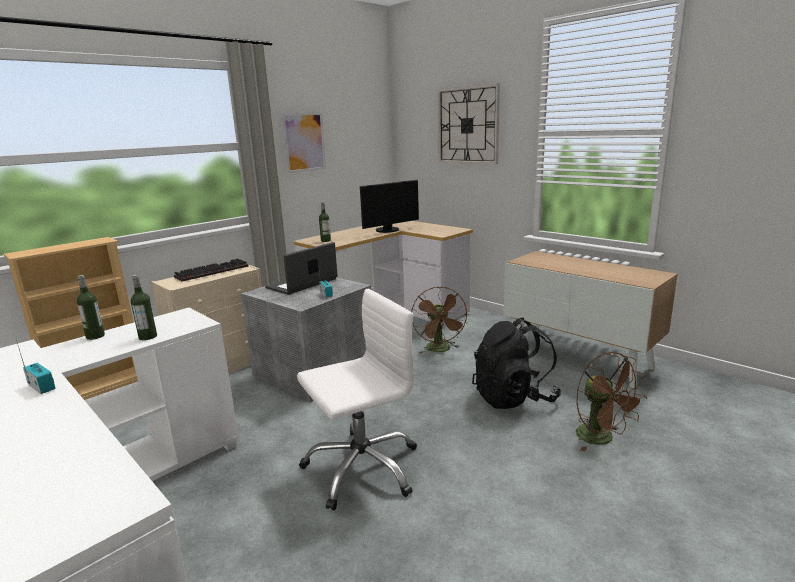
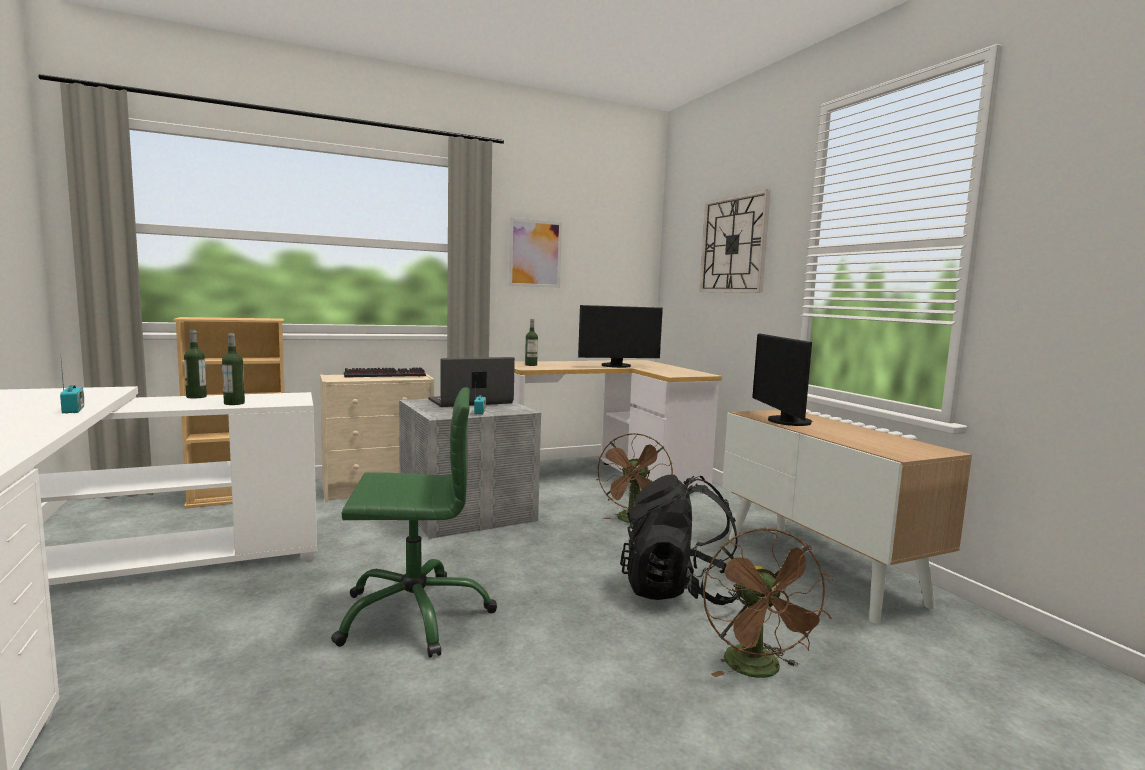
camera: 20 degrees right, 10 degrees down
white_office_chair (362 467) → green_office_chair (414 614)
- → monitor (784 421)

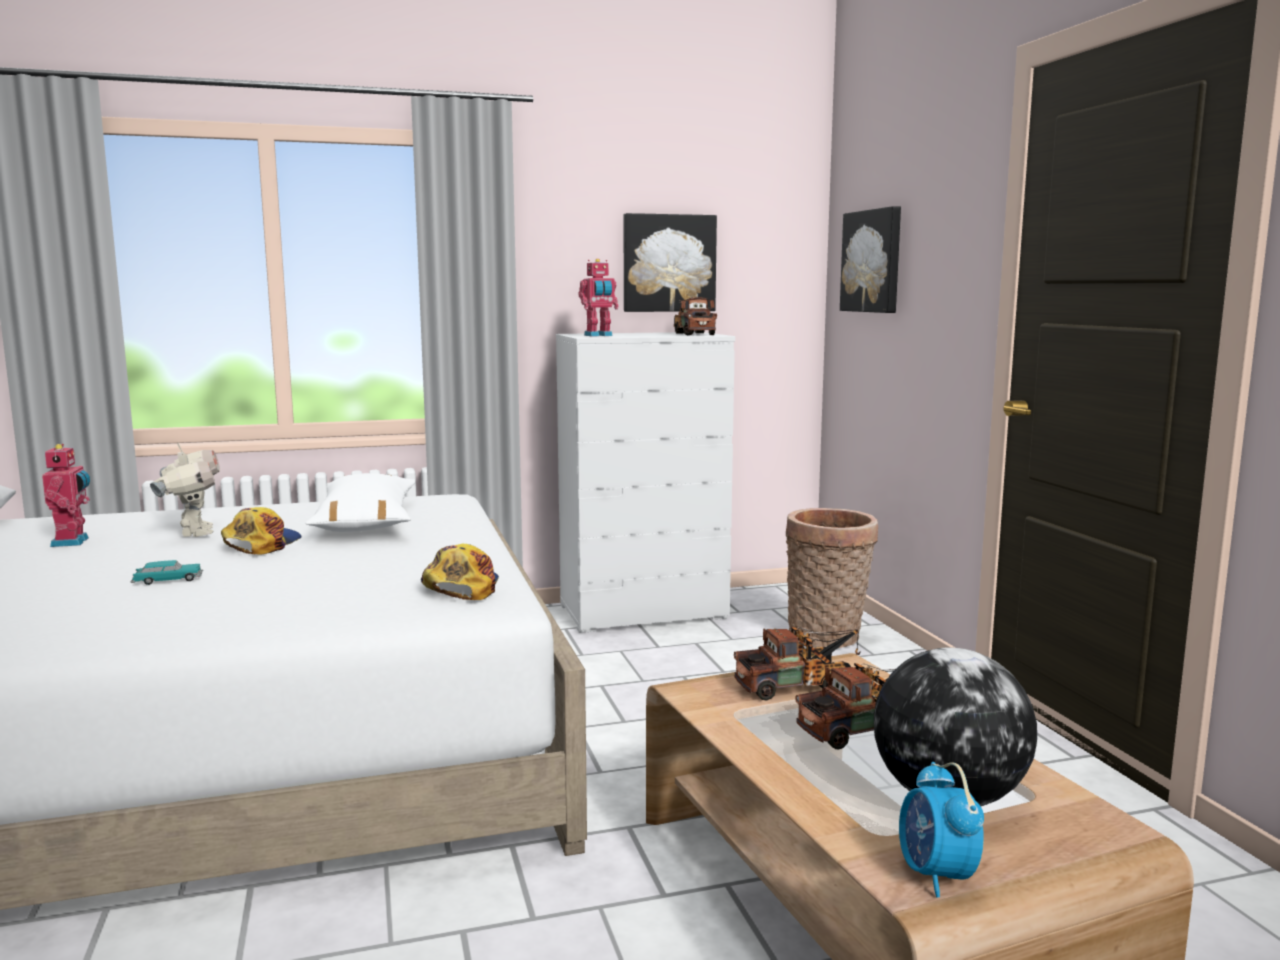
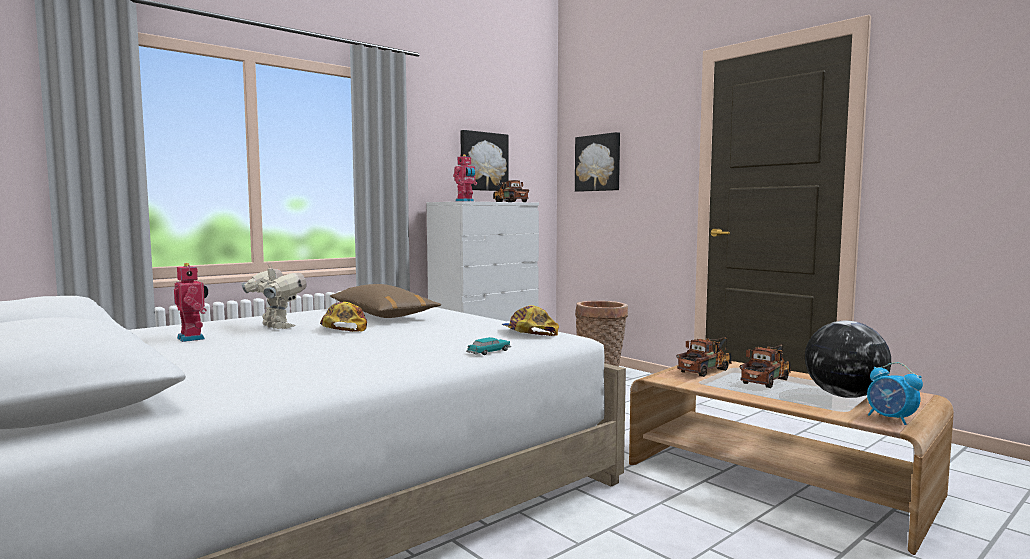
camera: 25 degrees left, 5 degrees down
toy_car (168 580) → toy_car (489 352), relocated
white_pillow (366 522) → brown_pillow (382 314)

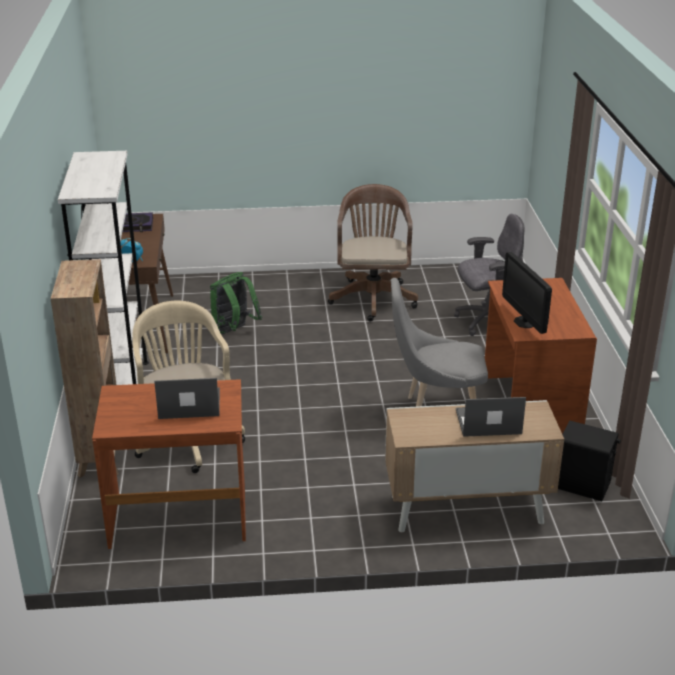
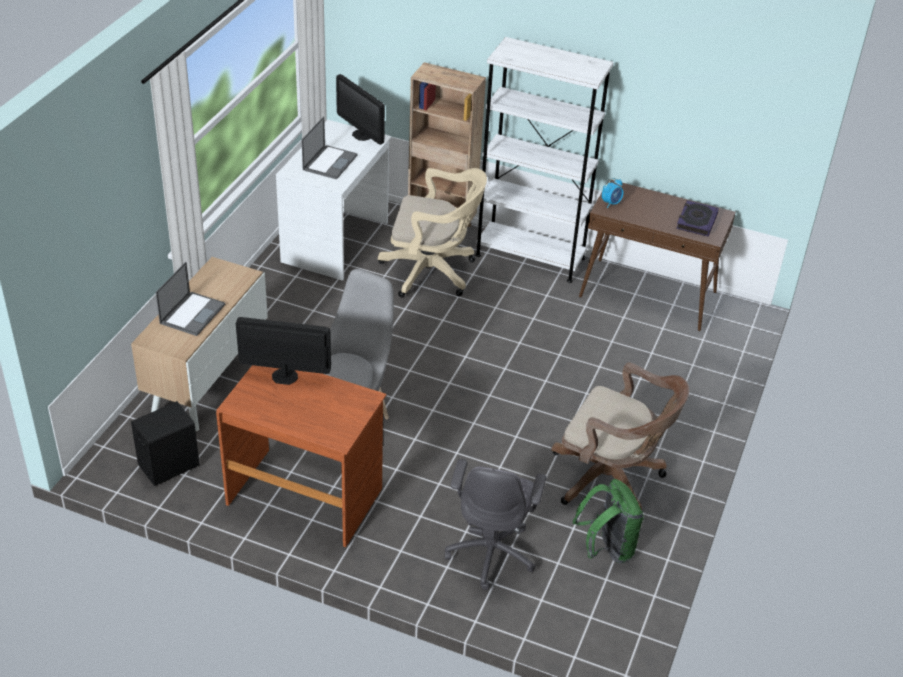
camera: 115 degrees right, 10 degrees up
brown_desk (179 515) → white_desk (336 242)
green_backpack (234 331) → green_backpack (606 548), relocated
- → monitor (362 135)

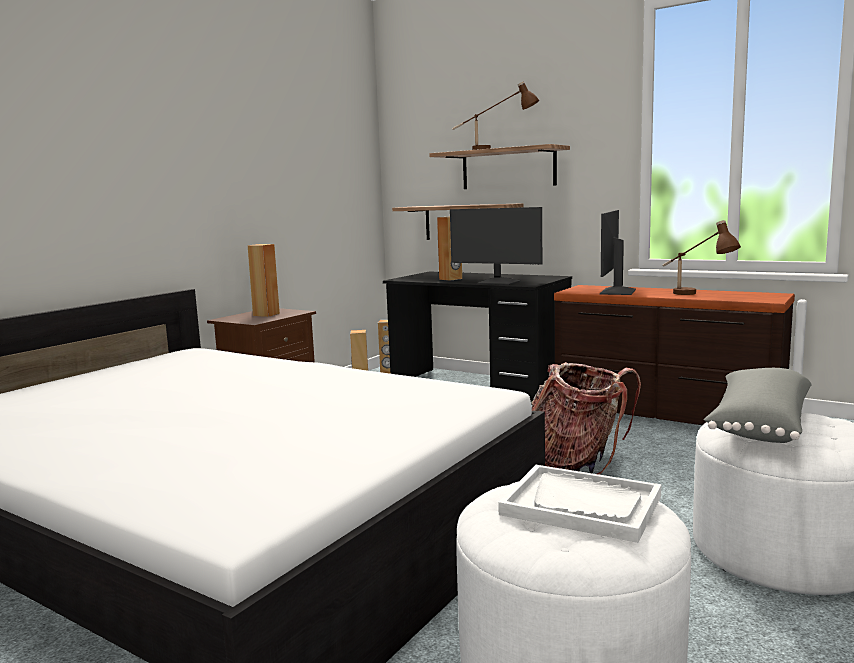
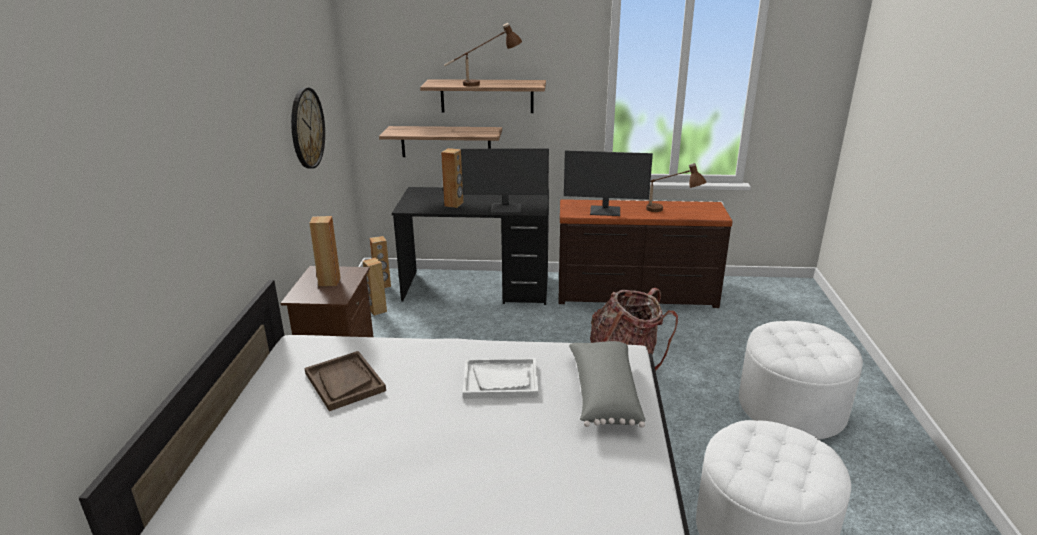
camera: 30 degrees left, 15 degrees up
white_tray (582 505) → white_tray (501 380), relocated
monitor (616 292) → monitor (605 211), 75 degrees counterclockwise
grey_pillow (758 425) → grey_pillow (603 395), relocated
- → wall_clock (307 128)
- → brown_tray (344 382)

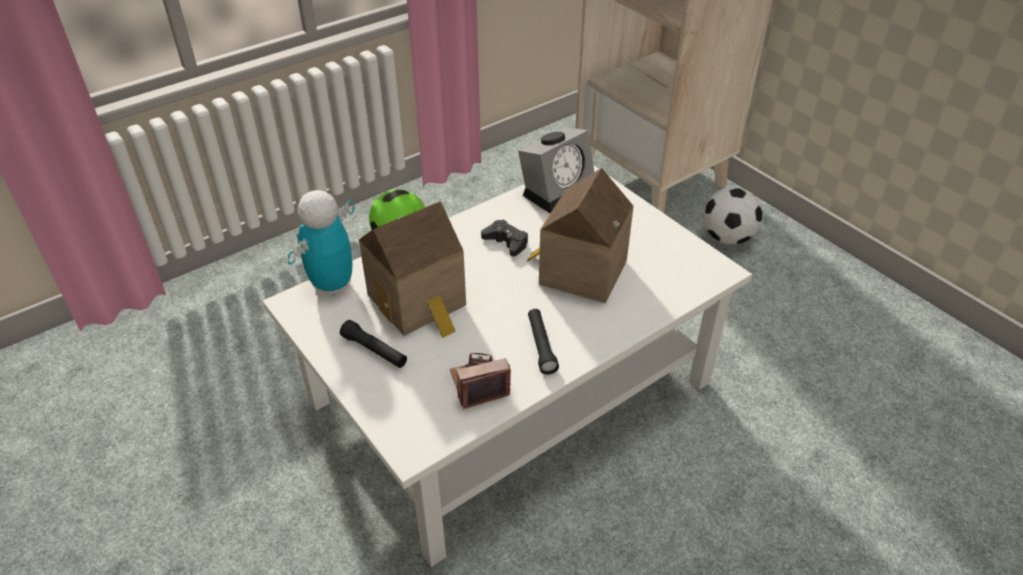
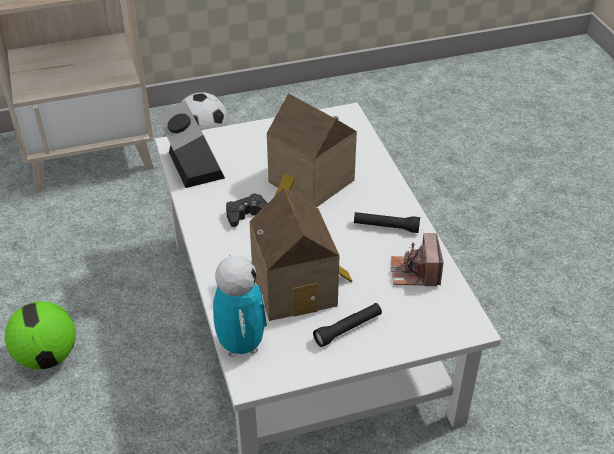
camera: 70 degrees left, 0 degrees up
toy_robot (332 285) → toy_robot (241 345), 150 degrees counterclockwise

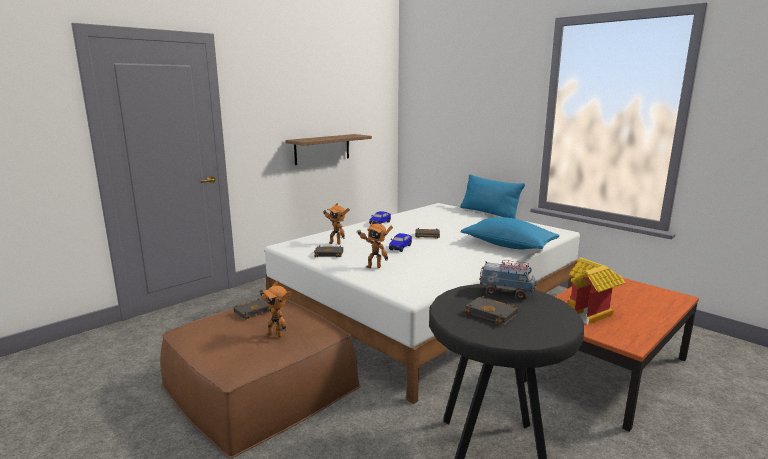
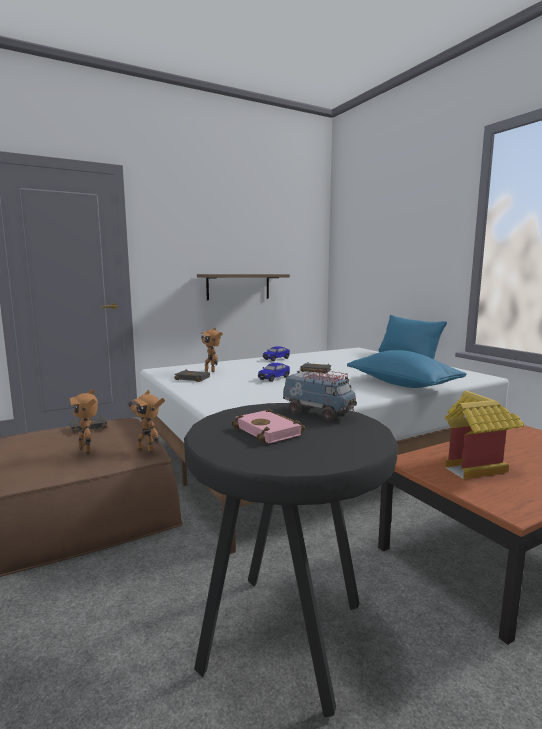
camera: 15 degrees right, 5 degrees down
toy_robot (373 266) → toy_robot (146 449), relocated
black_book (493 314) → pink_book (271 432)

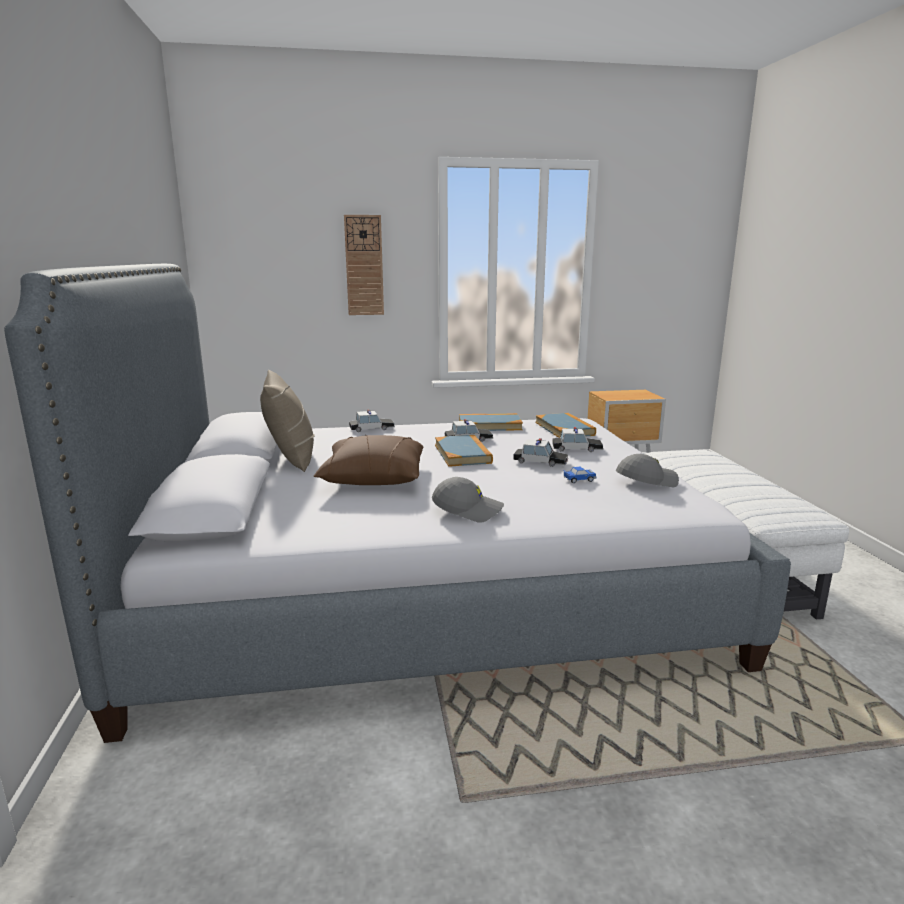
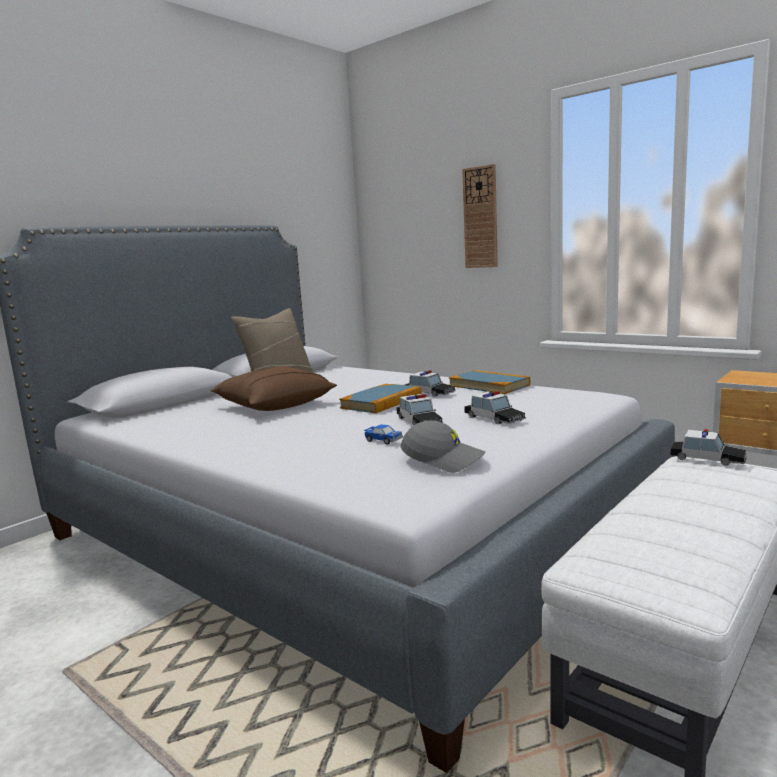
camera: 50 degrees right, 5 degrees down
toy_car (372 428) → toy_car (707 459), relocated
grey_cap (468 510) → -
book (564 428) → -

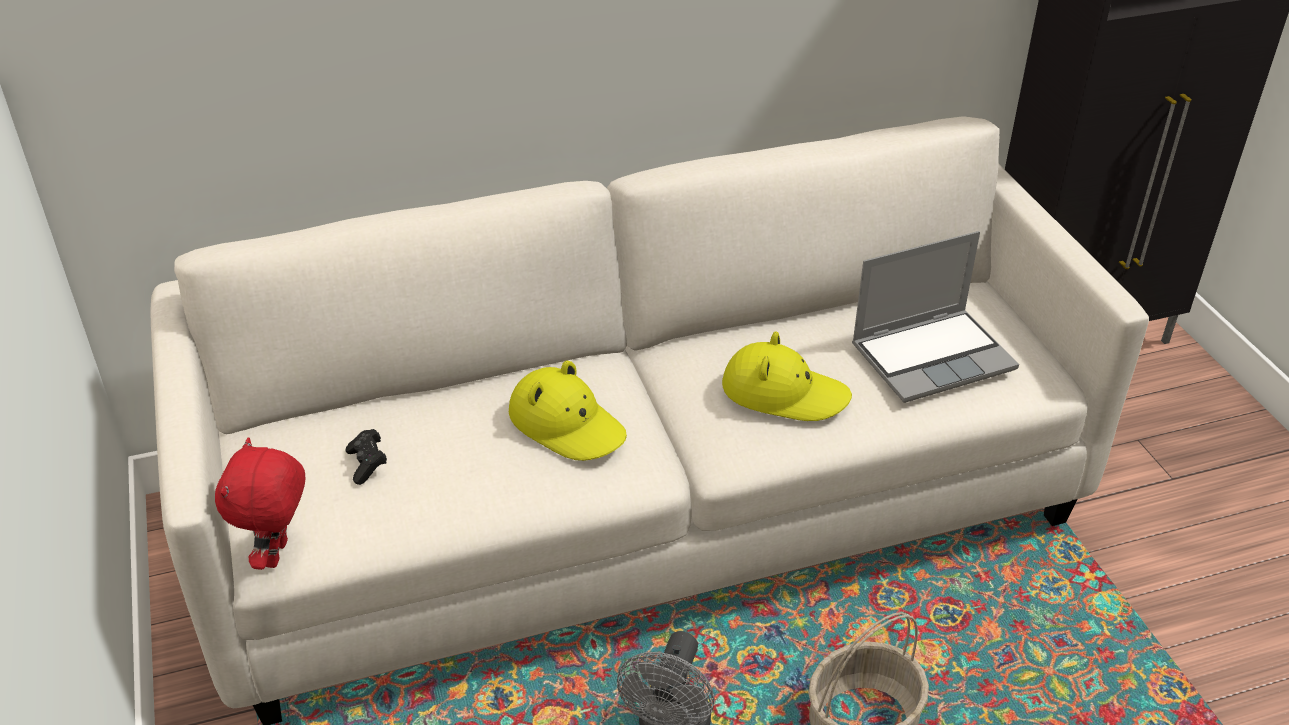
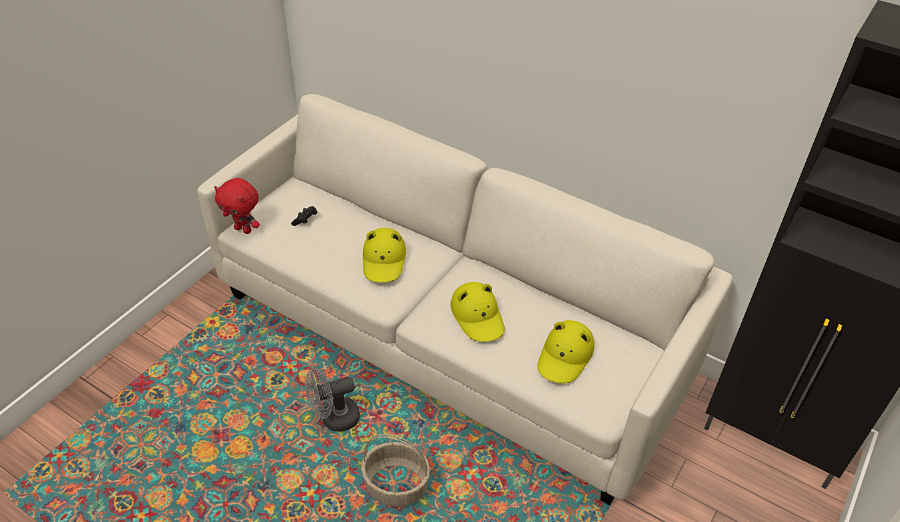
camera: 50 degrees right, 5 degrees up
red_plush_toy (278 555) → red_plush_toy (244 229), 120 degrees counterclockwise
laptop (933 356) → yellow_hat (565 356)

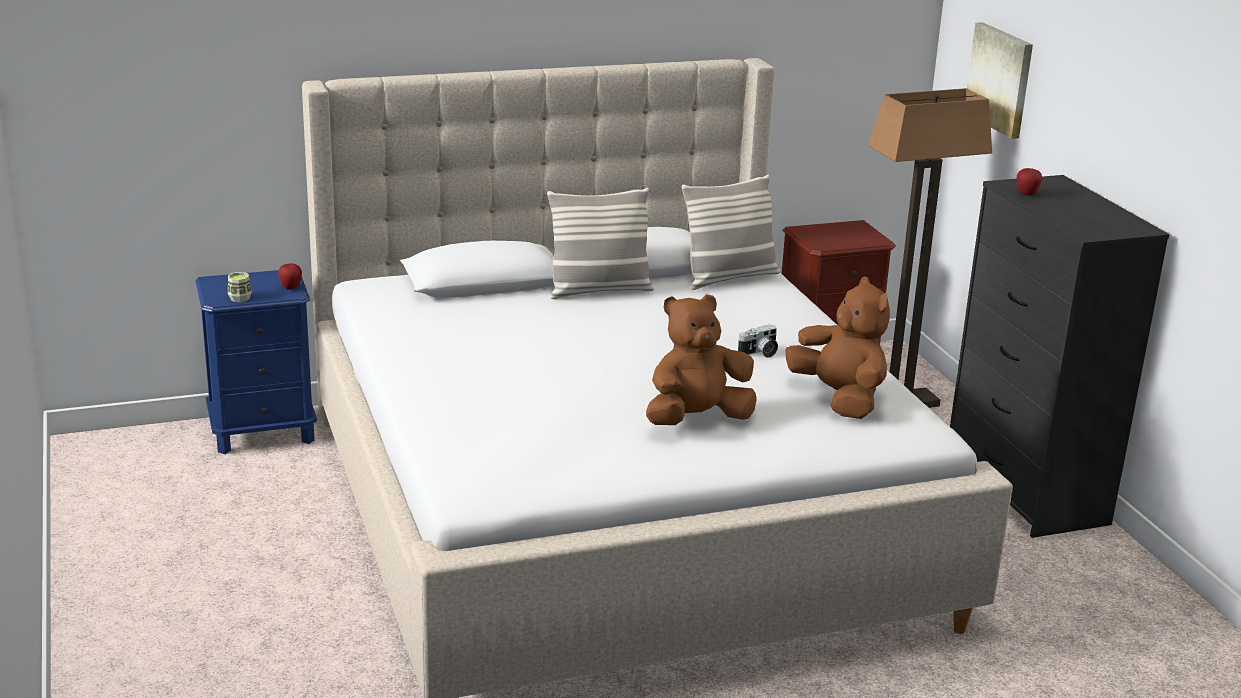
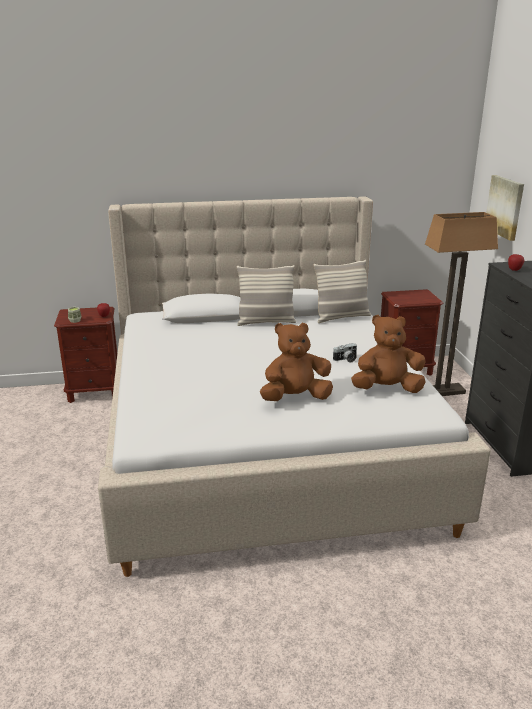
camera: 10 degrees right, 0 degrees up
blue_nightstand (263 432) → brown_nightstand (94 392)
brown_plush_toy (839 399) → brown_plush_toy (387 389), 75 degrees counterclockwise

